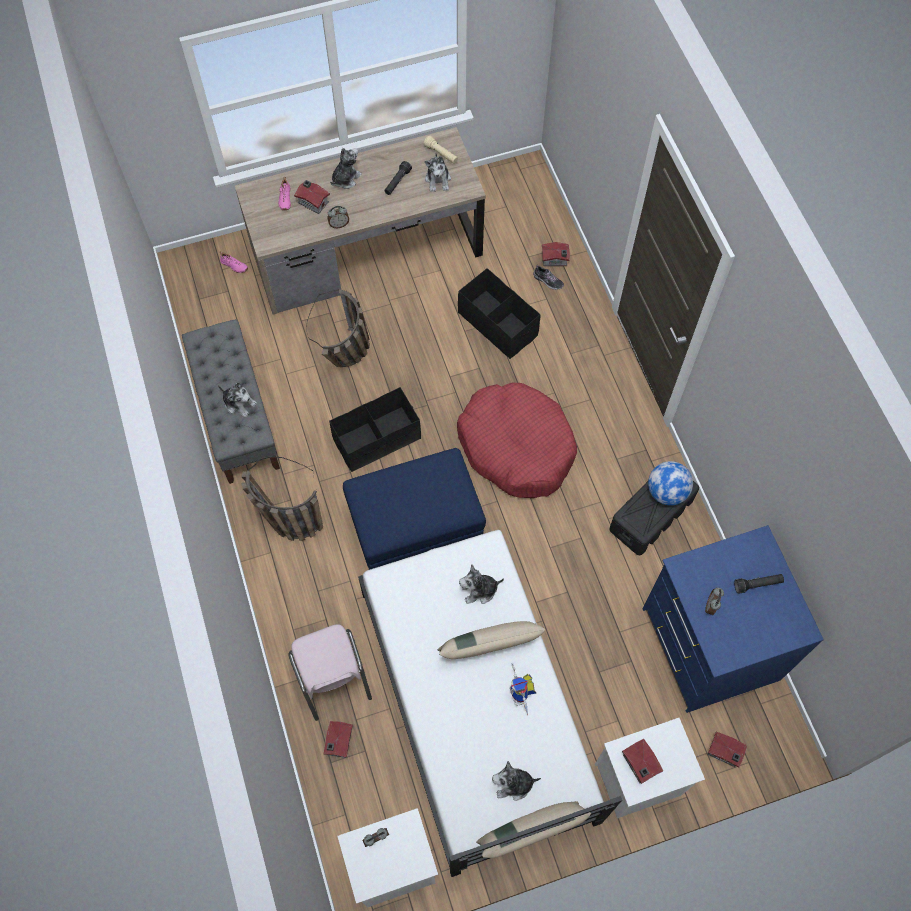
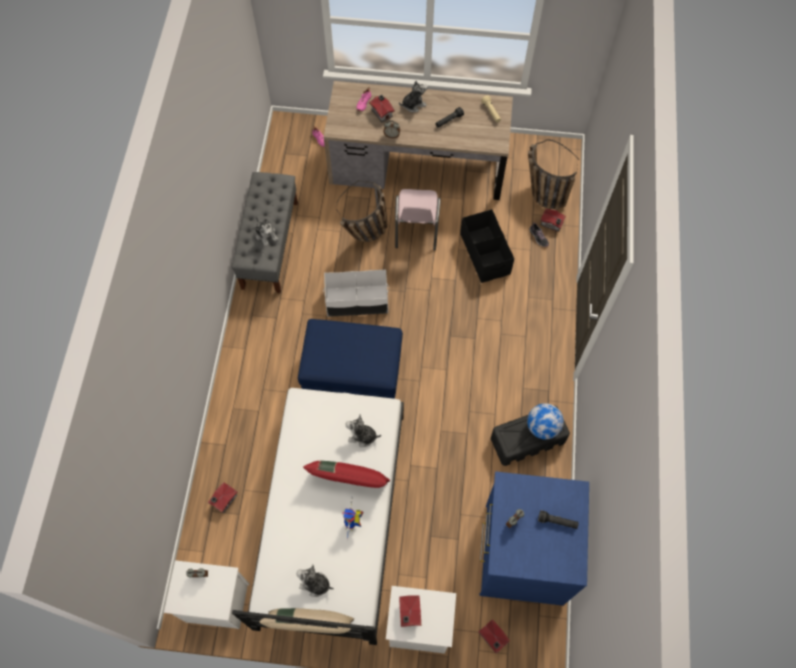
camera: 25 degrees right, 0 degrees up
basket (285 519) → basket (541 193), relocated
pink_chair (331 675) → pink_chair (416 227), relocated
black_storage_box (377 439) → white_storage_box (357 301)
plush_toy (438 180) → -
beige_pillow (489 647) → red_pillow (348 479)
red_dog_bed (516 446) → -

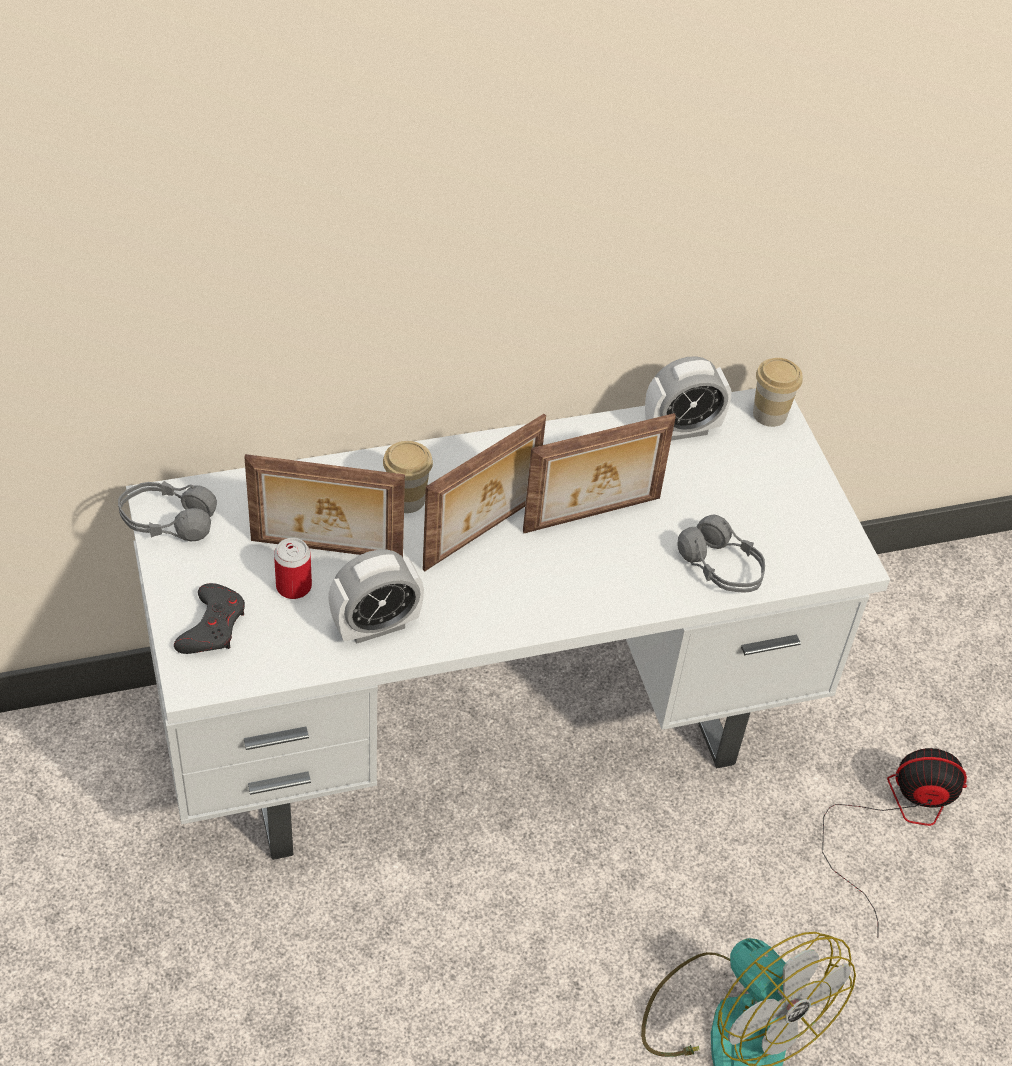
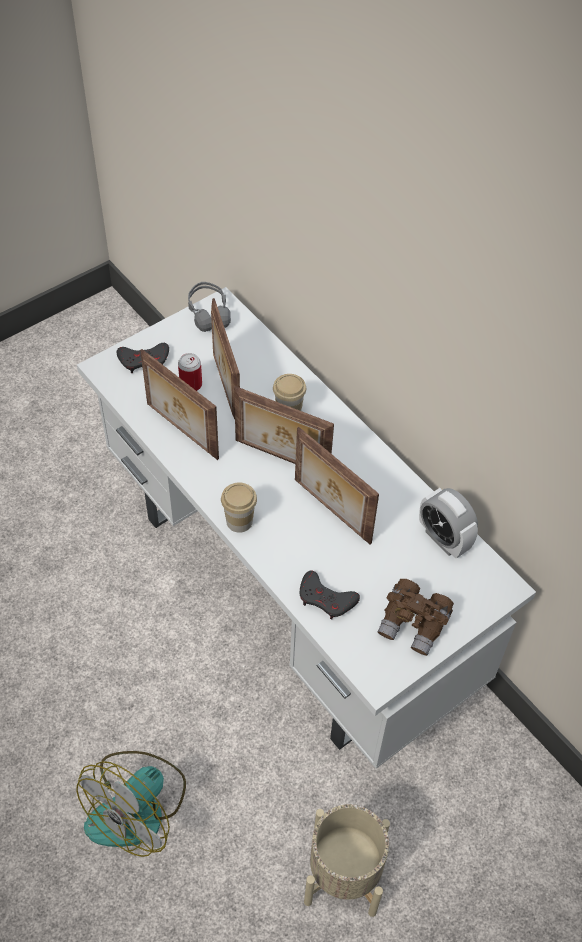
camera: 70 degrees right, 5 degrees up
alarm_clock (376 626) → picture_frame (181 432)
grey_headphones (721 568) → grey_game_controller (326 599)
cup (769 414) → cup (239 521), relocated
fan (894 822) → beige_planter (344 874)
- → brown_binoculars (413 624)

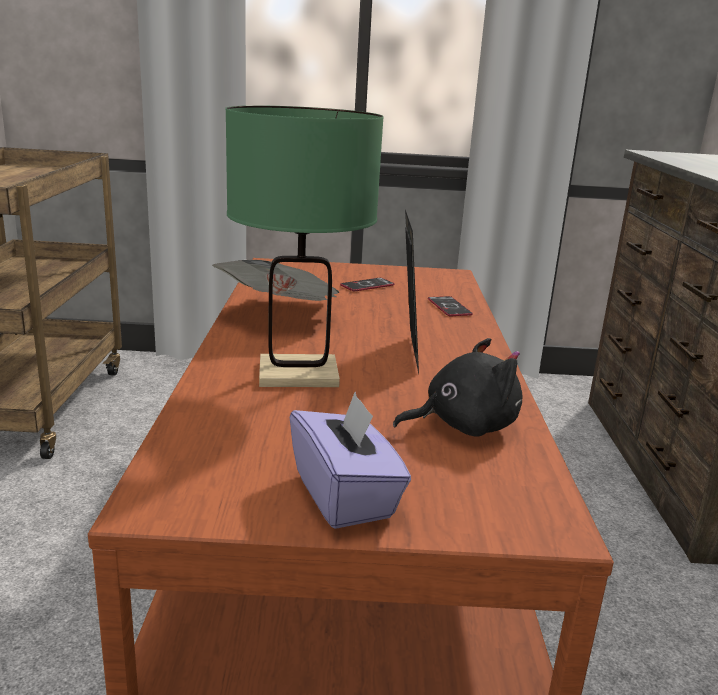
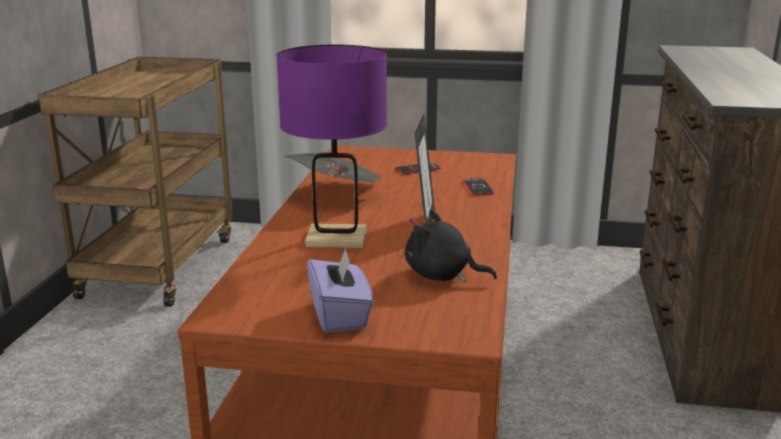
camera: 10 degrees right, 0 degrees up
green_table_lamp (298 374) → purple_table_lamp (336 238)
black_plush_toy (463 426) → black_plush_toy (442 275), 150 degrees counterclockwise

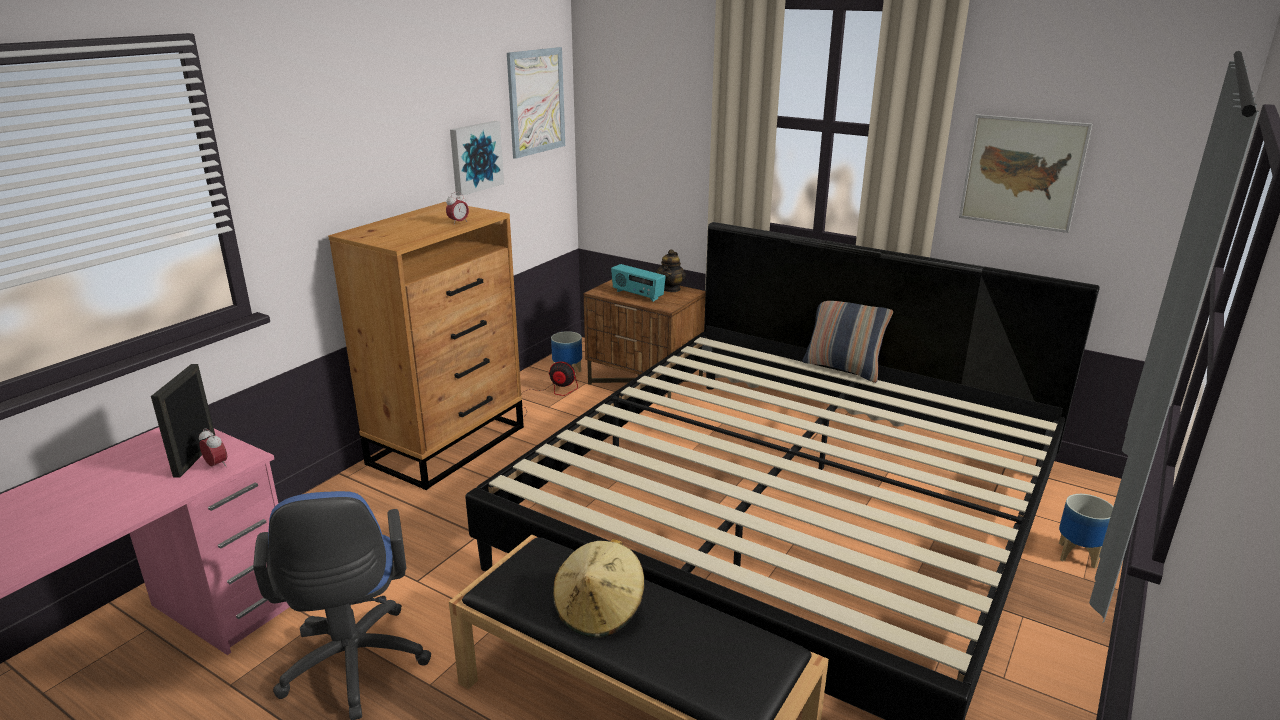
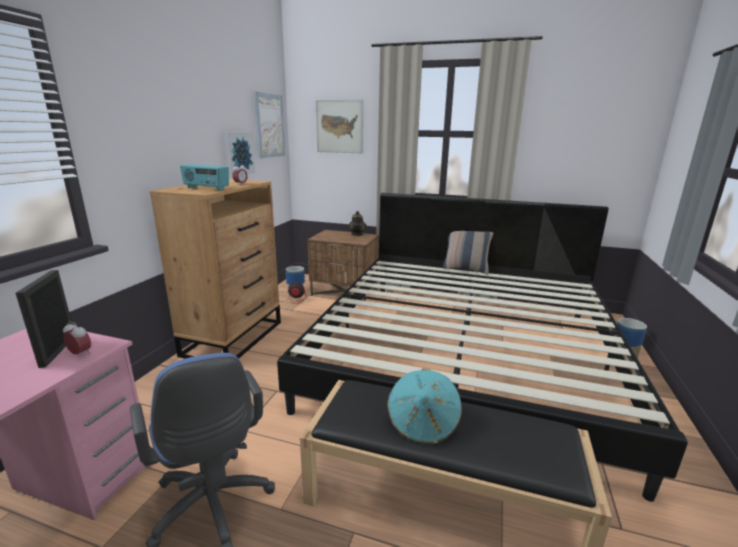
camera: 15 degrees left, 5 degrees down
beige_hat (599 611) → turquoise_hat (423 424)
radio (637 295) → radio (206 188), relocated
picture (1022 173) → picture (339 126), relocated

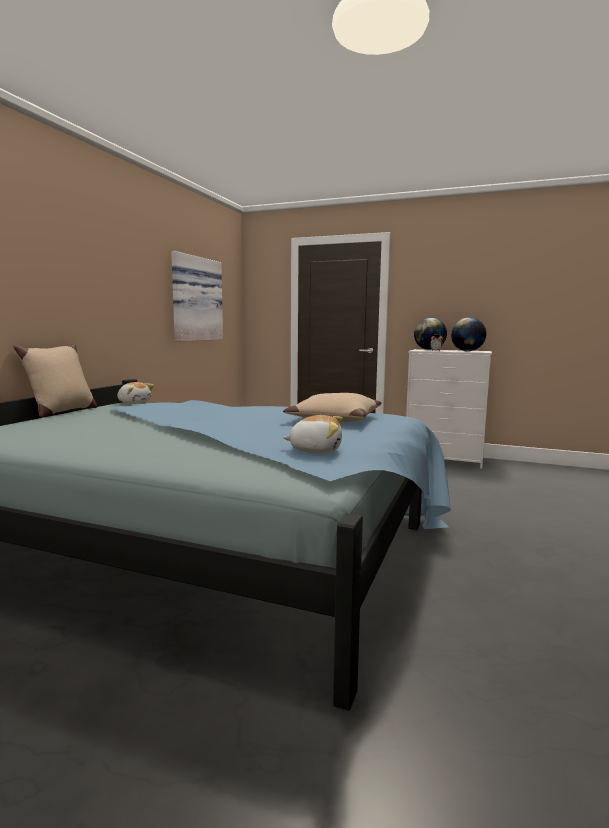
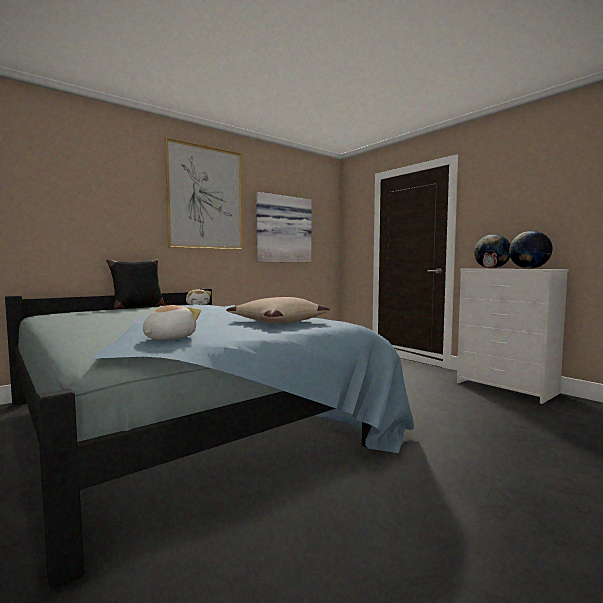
camera: 30 degrees right, 5 degrees down
beige_pillow (61 412) → black_pillow (137 307)
plush_toy (315 450) → plush_toy (168 338), 105 degrees counterclockwise
- → picture (206 198)

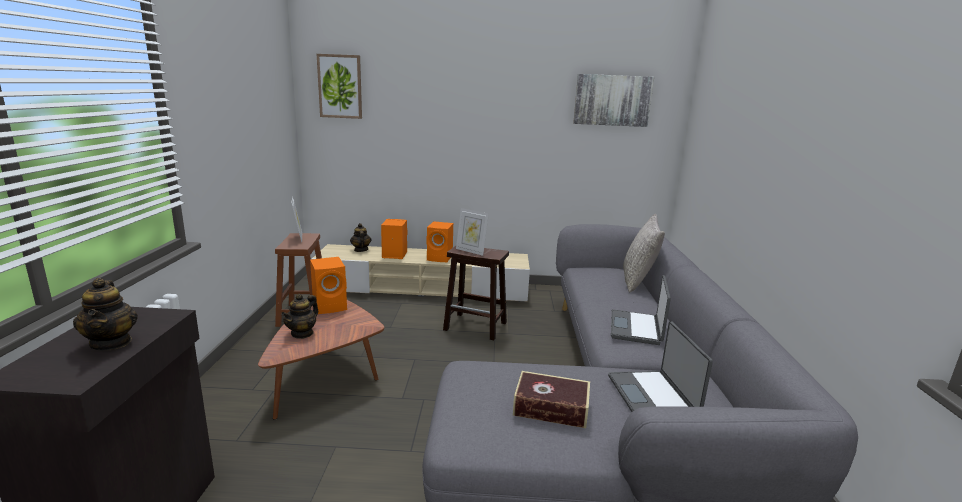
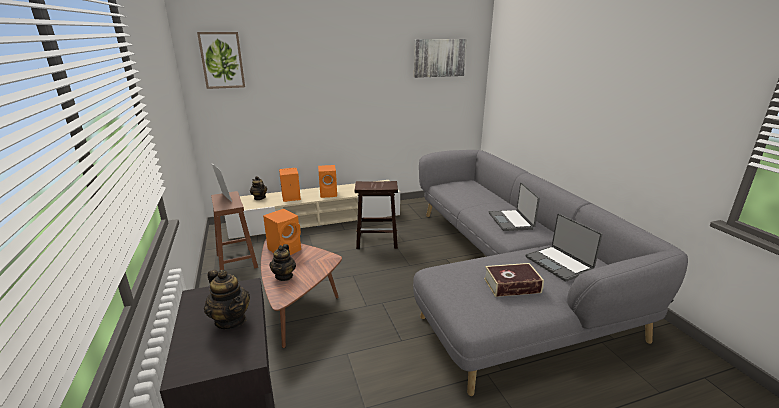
camera: 20 degrees left, 5 degrees up
picture_frame (471 251) → -
grey_pillow (638 281) → -

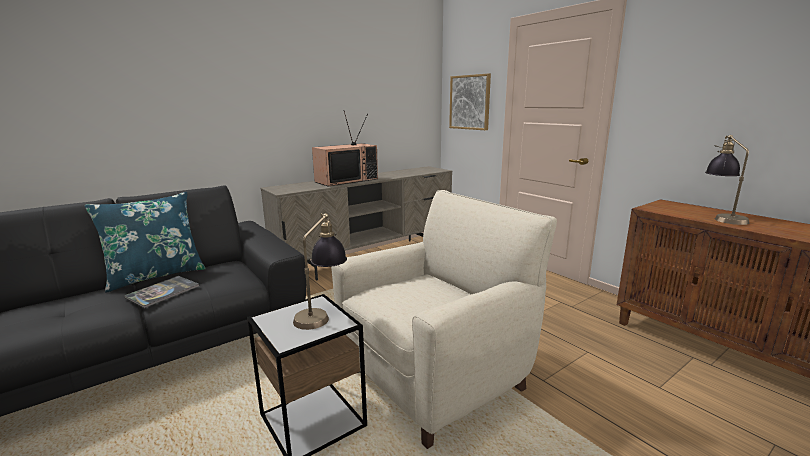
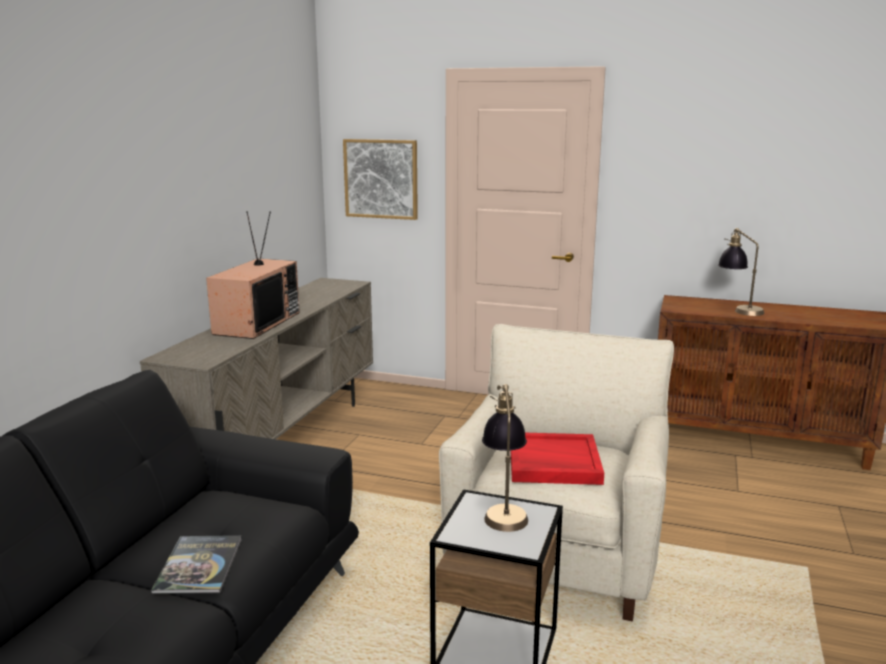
camera: 35 degrees left, 0 degrees up
blue_pillow (156 275) → -
- → red_tray (553 462)

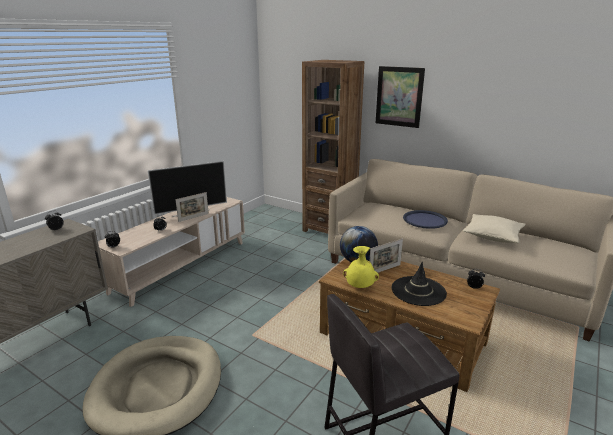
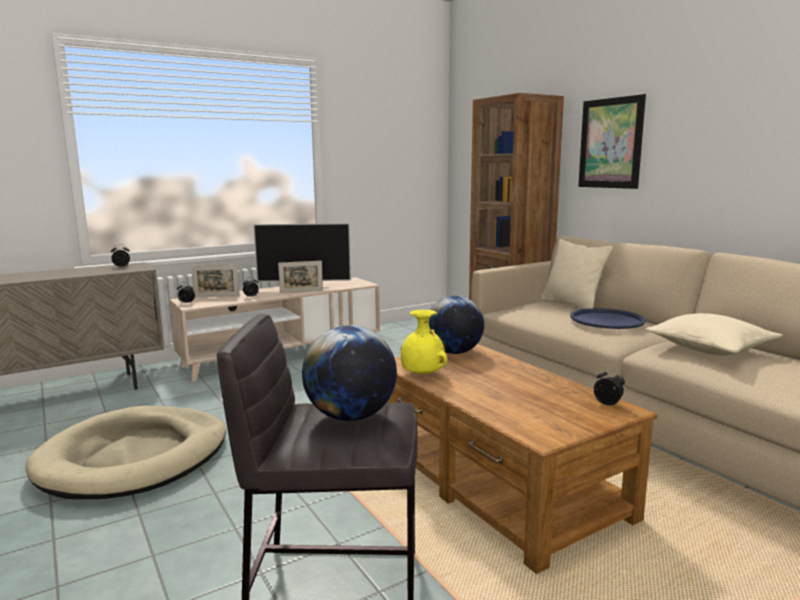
camera: 25 degrees right, 10 degrees down
picture_frame (384 270) → picture_frame (216 296), relocated
black_hat (418 291) → -
- → globe (351 416)
- → beige_pillow (572 305)

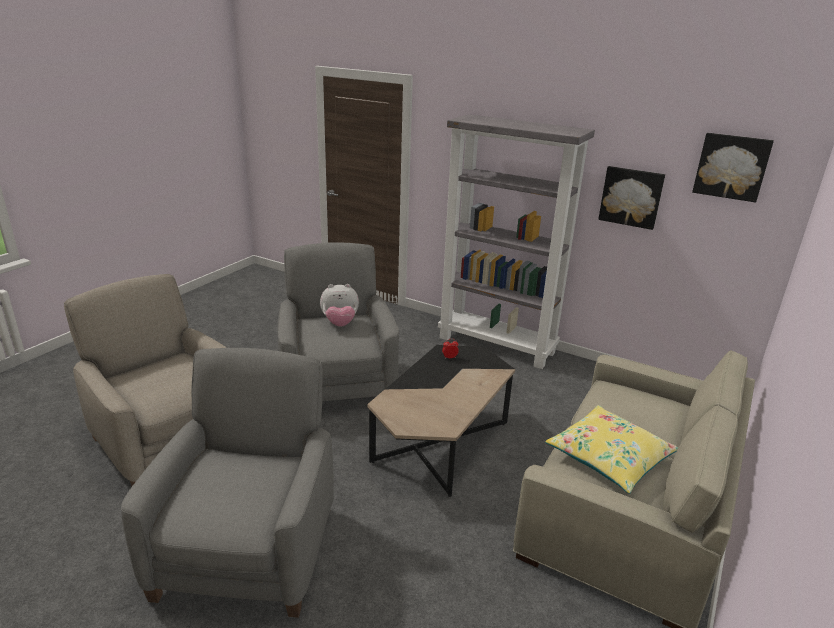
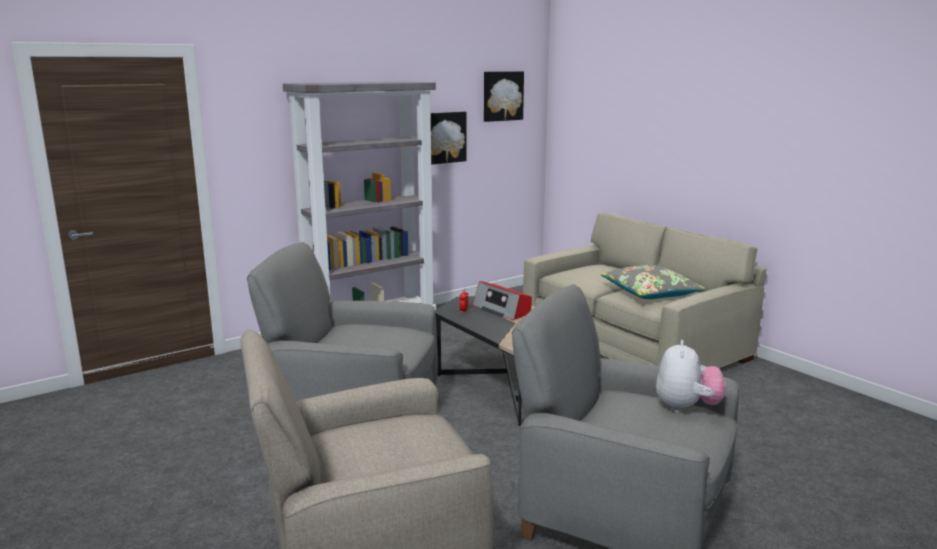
camera: 65 degrees left, 10 degrees down
plush_toy (340 323) → plush_toy (686 408), relocated
yellow_pillow (609 457) → grey_pillow (650 292)
- → radio (502 310)

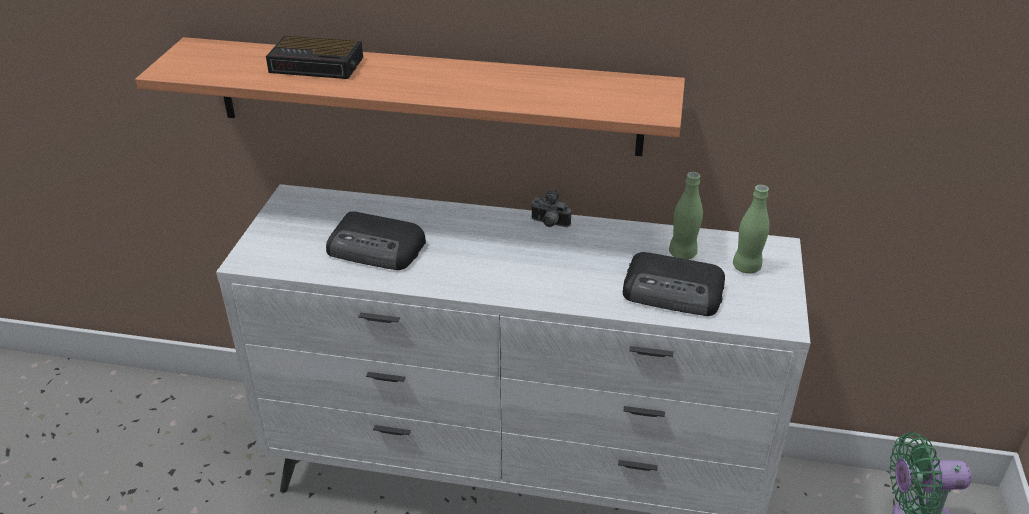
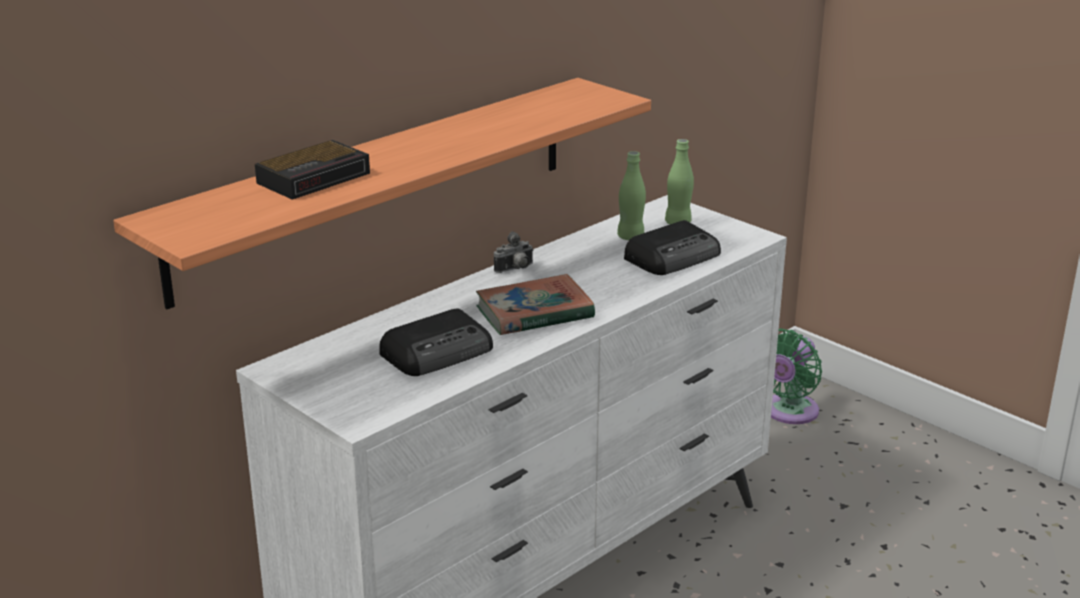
camera: 55 degrees left, 10 degrees down
- → book (534 312)

